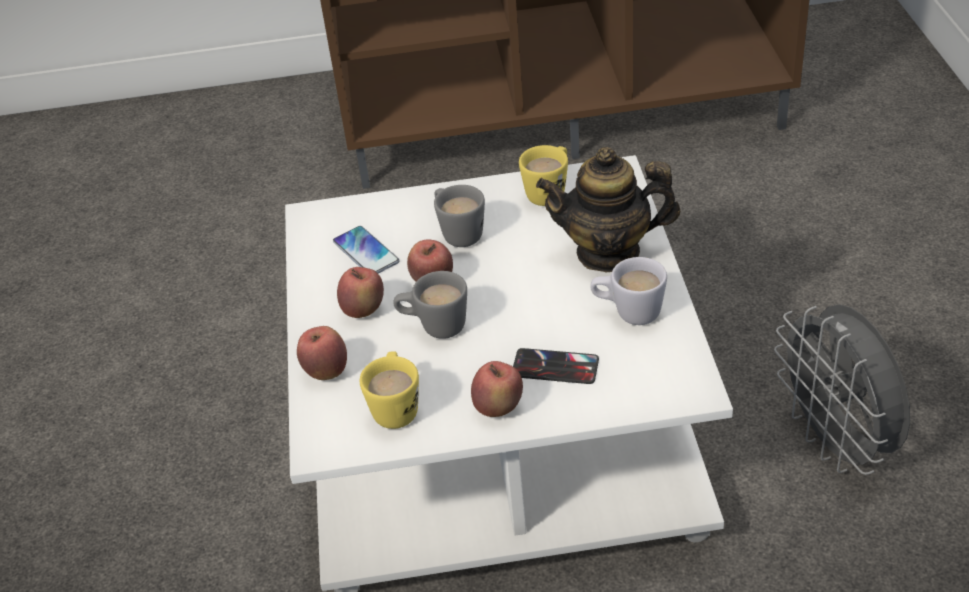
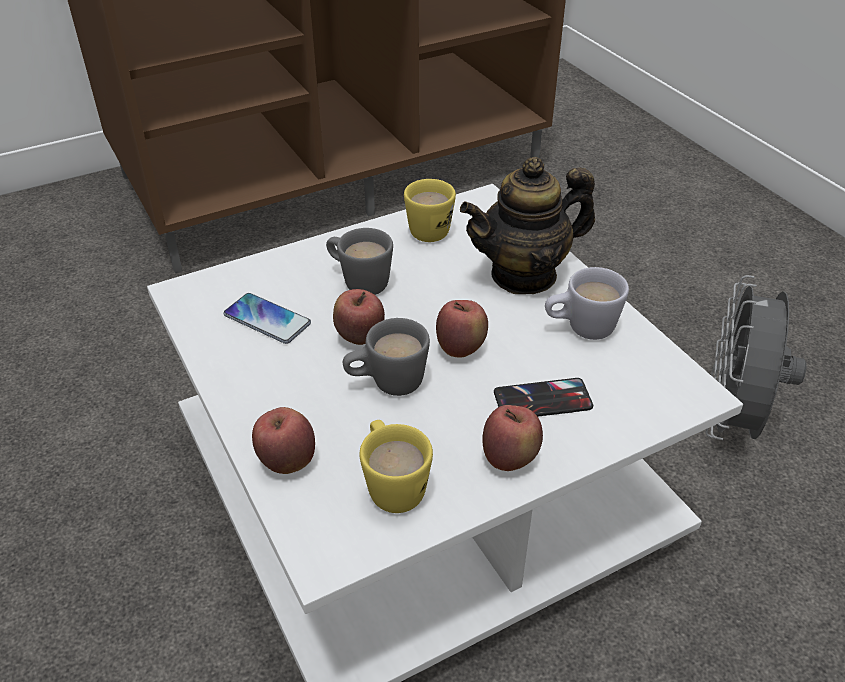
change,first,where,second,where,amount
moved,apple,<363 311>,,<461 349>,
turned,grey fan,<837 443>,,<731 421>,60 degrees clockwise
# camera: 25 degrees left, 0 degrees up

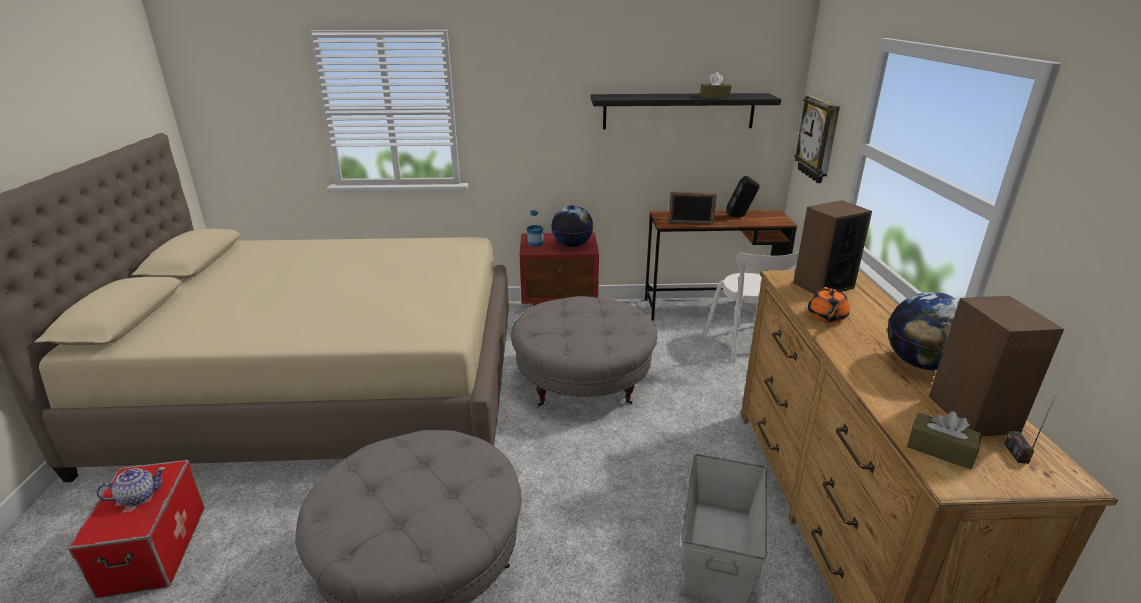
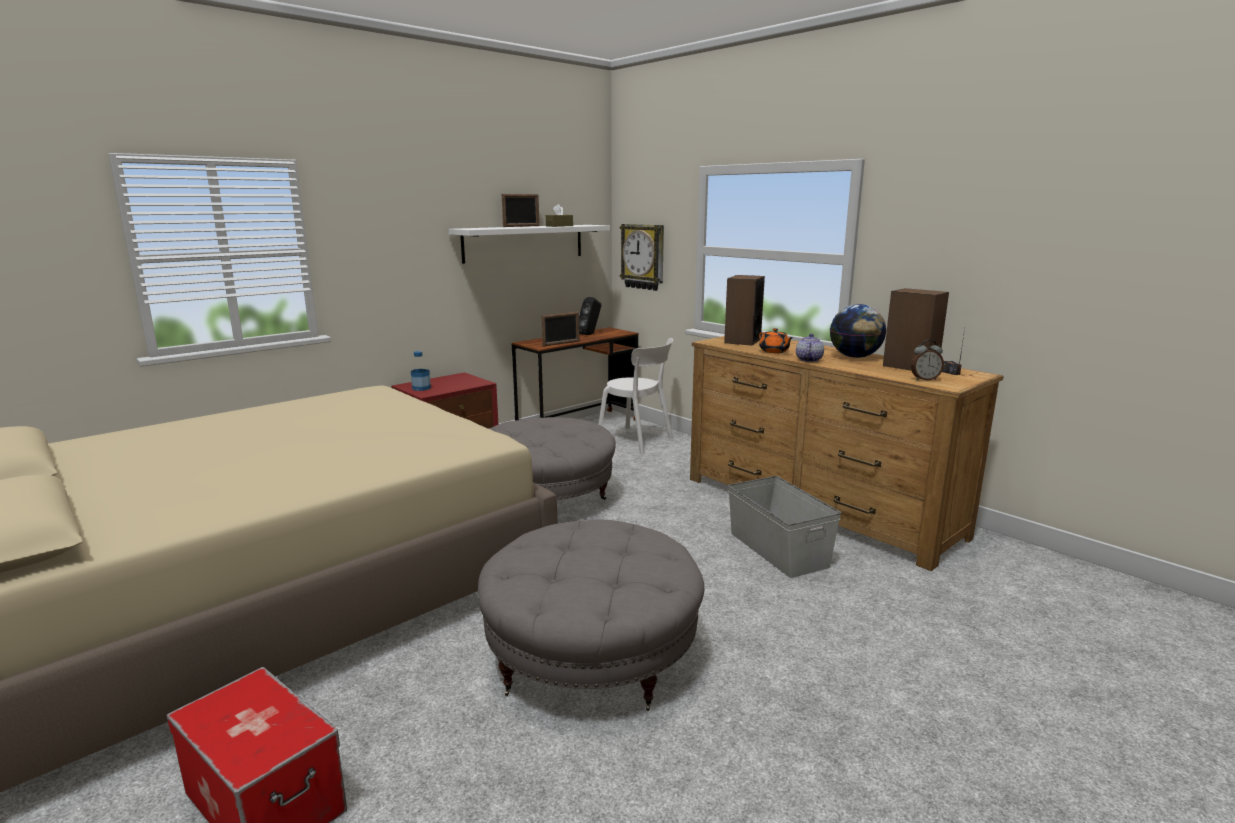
change,first,where,second,where,amount
recoloured,black shelf,<678 111>,white shelf,<524 243>,
removed,globe,<572 245>,,,
replaced,brown tissue box,<940 450>,alarm clock,<924 379>,
moved,teapot,<139 497>,,<808 360>,
added,,,picture frame,<521 226>,
# camera: 40 degrees left, 10 degrees down

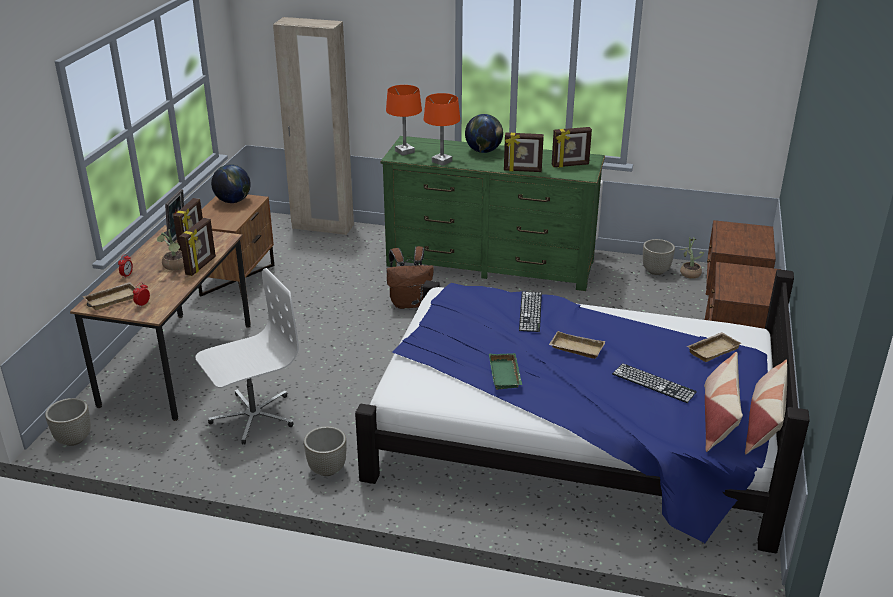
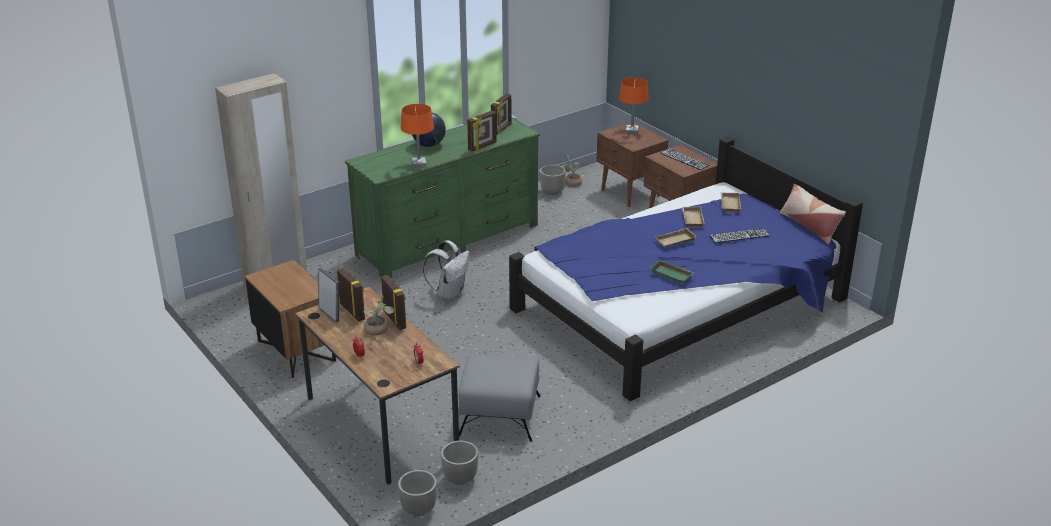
change,first,where,second,where,amount
moved,orange table lamp,<405 151>,,<632 131>,
removed,globe,<233 201>,,,
recoloured,brown backpack,<409 303>,white backpack,<449 293>,
replaced,white office chair,<253 416>,grey ottoman,<500 415>,
moved,beige tray,<112 298>,,<691 219>,
moved,keyboard,<530 311>,,<684 159>,
removed,pillow,<718 418>,,,
moved,grey planter,<326 469>,,<460 479>,
# camera: 50 degrees left, 0 degrees up

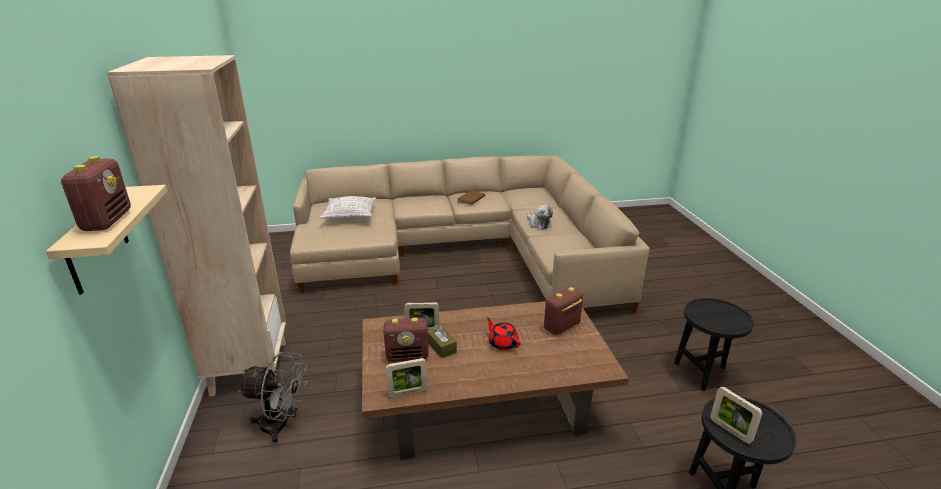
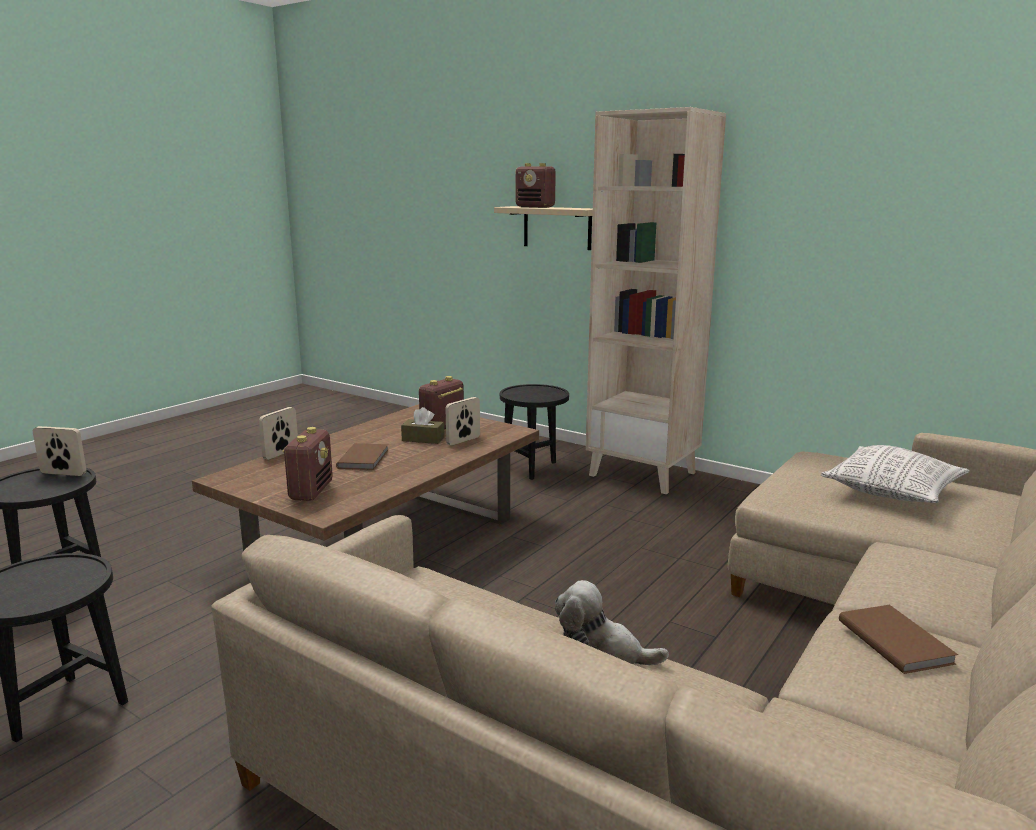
change,first,where,second,where,amount
replaced,red teapot,<502 343>,brown book,<365 459>,
replaced,grey fan,<281 425>,black side table,<533 468>,
moved,picture frame,<408 393>,,<281 453>,
# camera: 135 degrees right, 10 degrees down

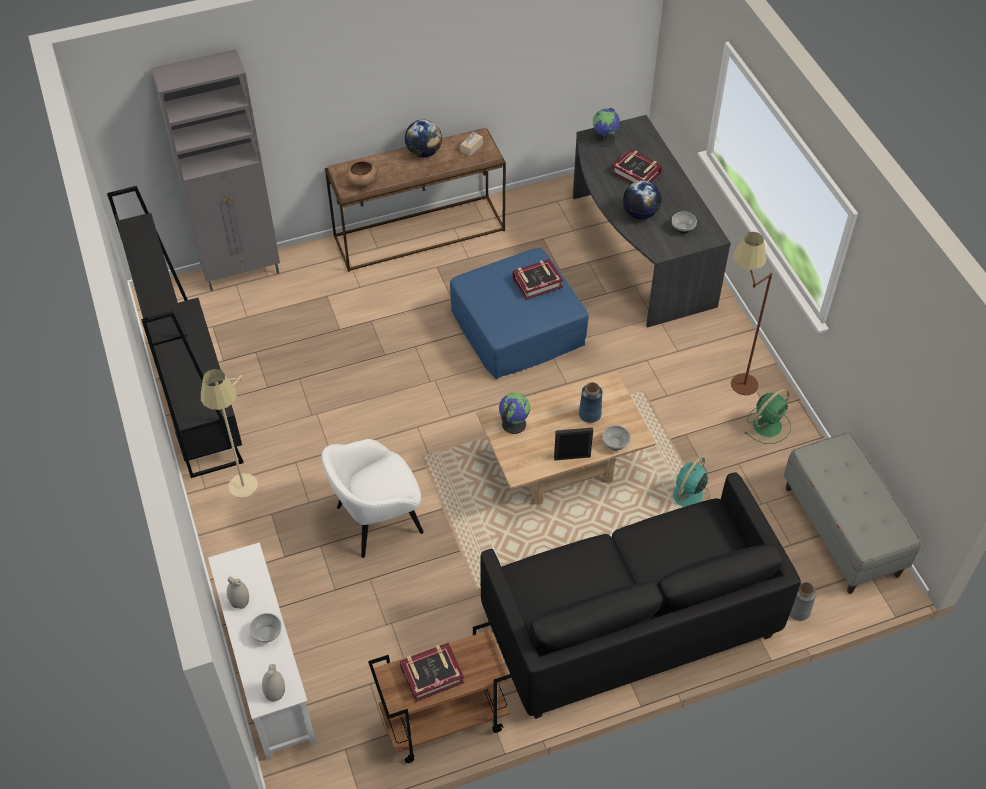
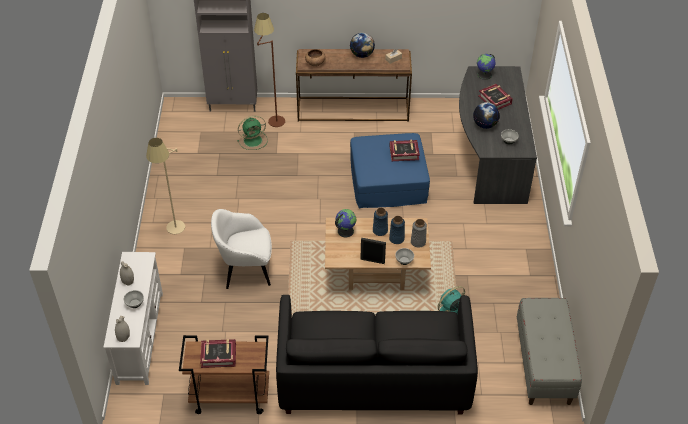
change,first,where,second,where,amount
removed,black bookcase,<199 407>,,,
moved,brown floor lamp,<732 379>,,<272 117>,
moved,green fan,<768 425>,,<253 140>,
moved,grey vase,<798 611>,,<418 242>,
added,,,blue vase,<380 231>,
# camera: 20 degrees right, 5 degrees down

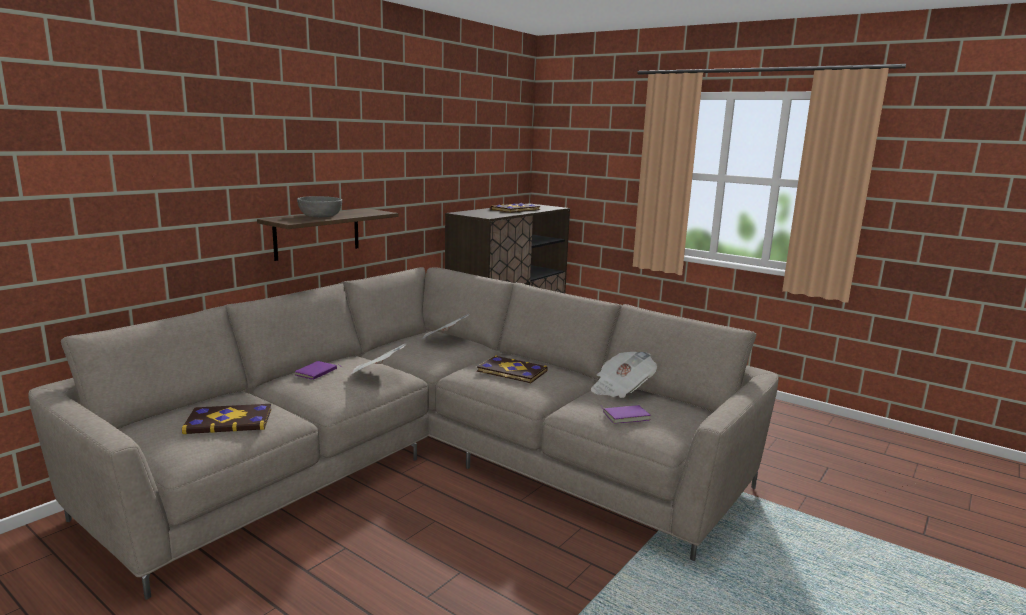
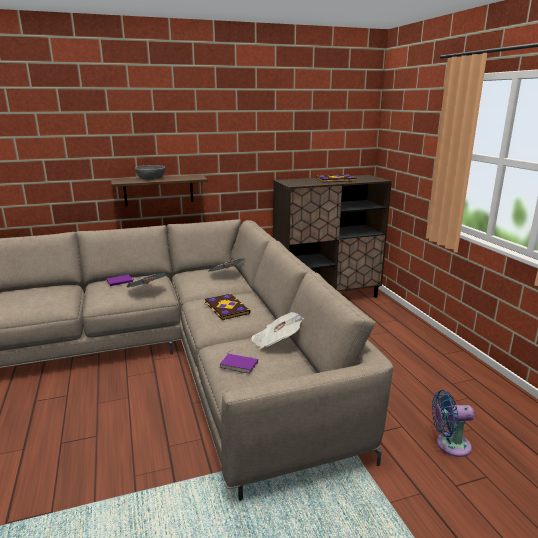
change,first,where,second,where,amount
removed,book,<229 421>,,,
added,,,blue fan,<449 445>,
# camera: 35 degrees right, 5 degrees up

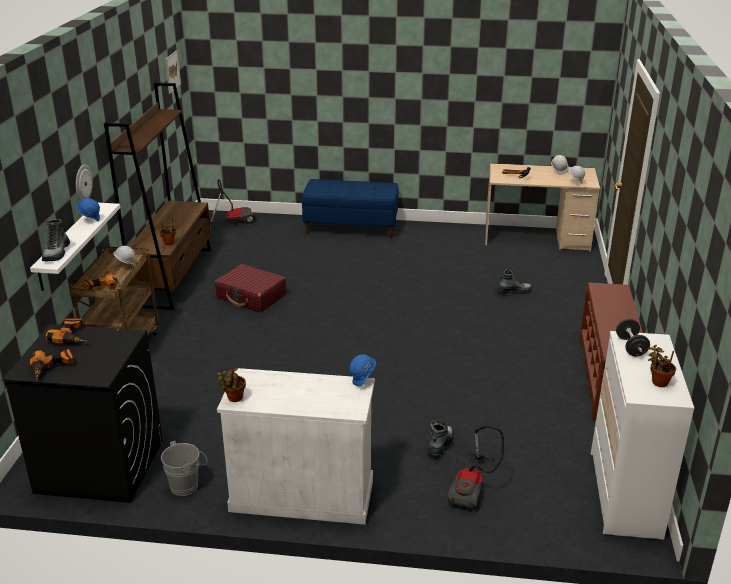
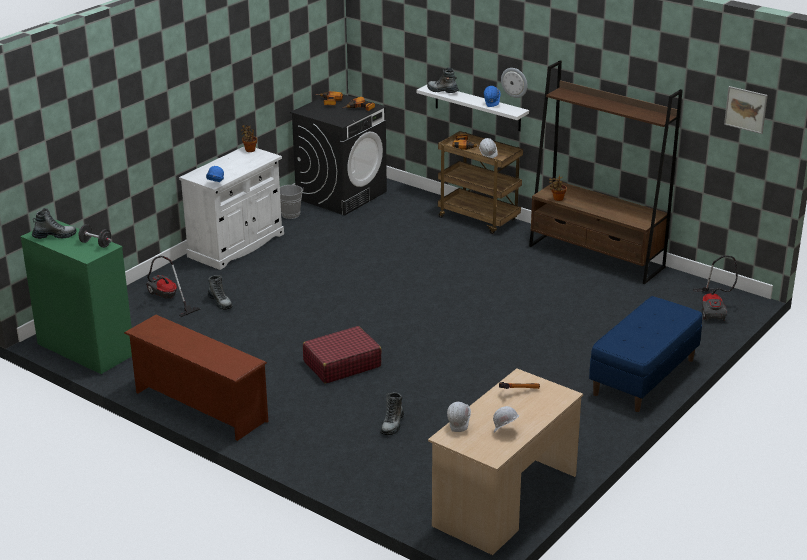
change,first,where,second,where,amount
moved,red suitcase,<251 296>,,<341 364>,
recoloured,white dresser,<624 494>,green dresser,<86 350>,
replaced,potted plant,<658 382>,boot,<54 236>,
# camera: 120 degrees right, 0 degrees up

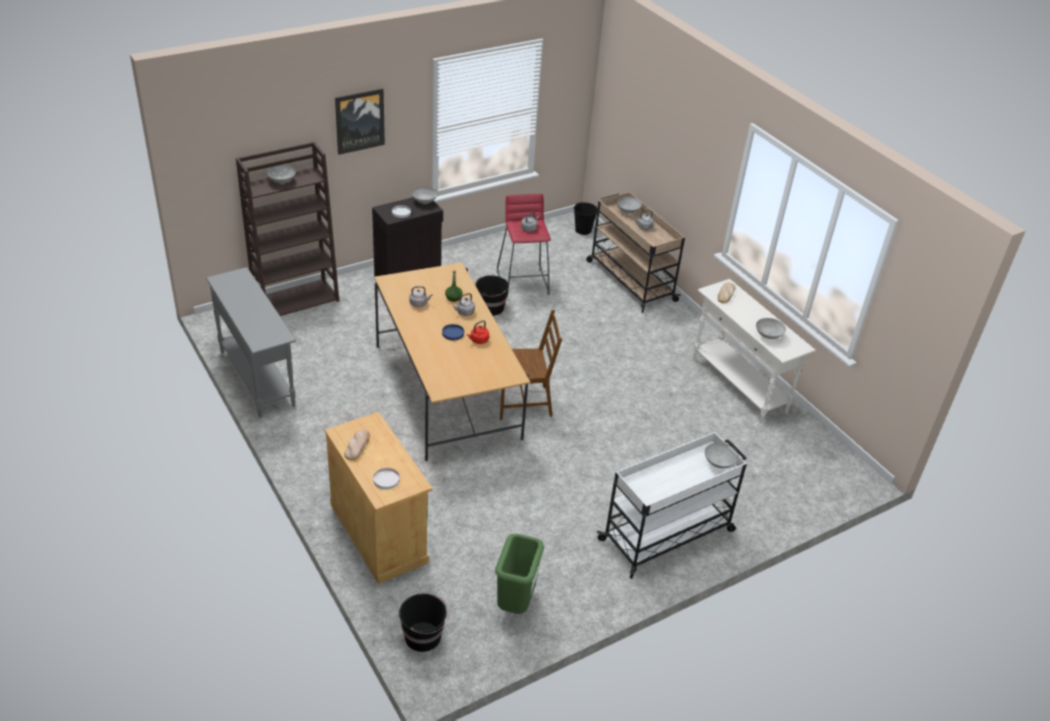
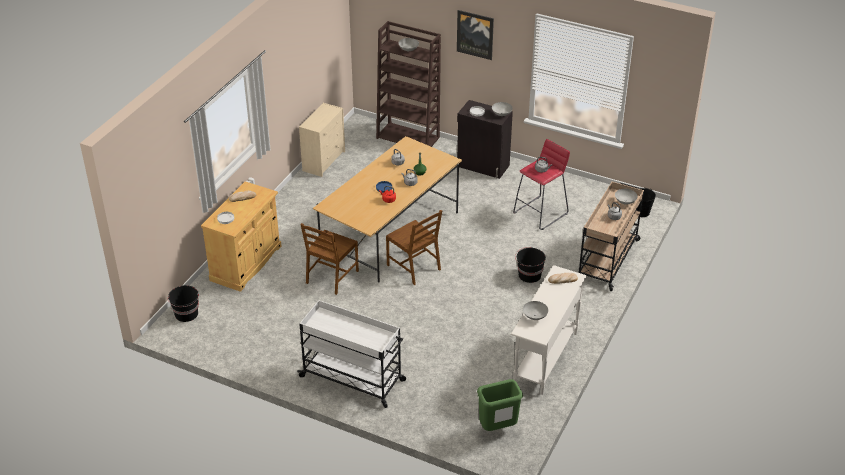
change,first,where,second,where,amount
replaced,grey console table,<257 378>,beige dresser,<324 161>,
moved,black bucket,<490 308>,,<529 275>,
removed,grey bowl,<719 463>,,,
moved,green trash can,<516 603>,,<497 428>,
added,,,brown chair,<331 277>,
# camera: 60 degrees right, 0 degrees up

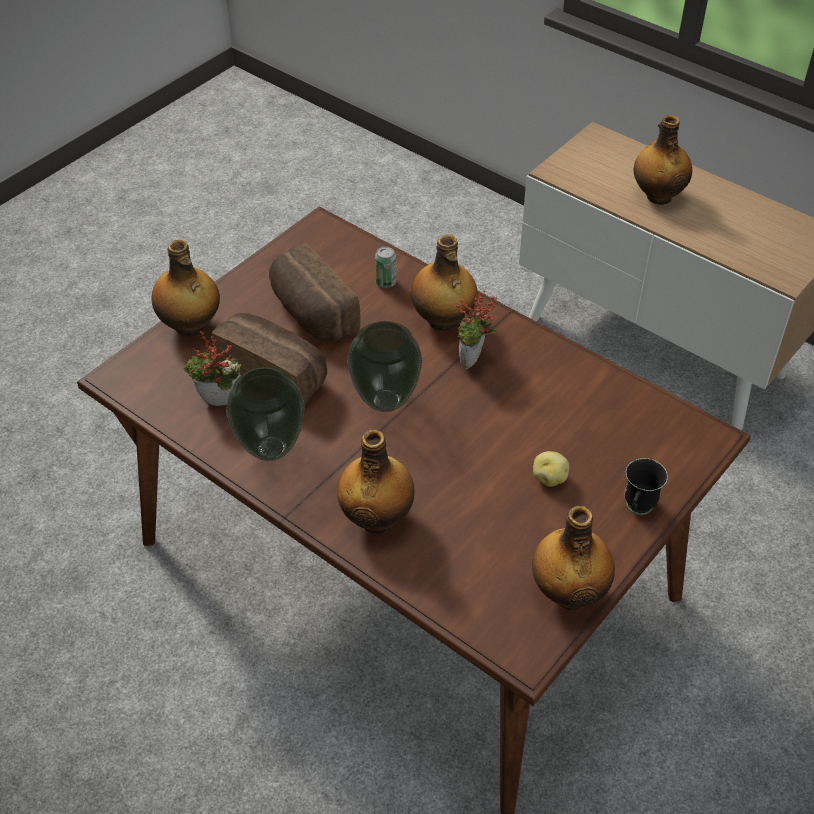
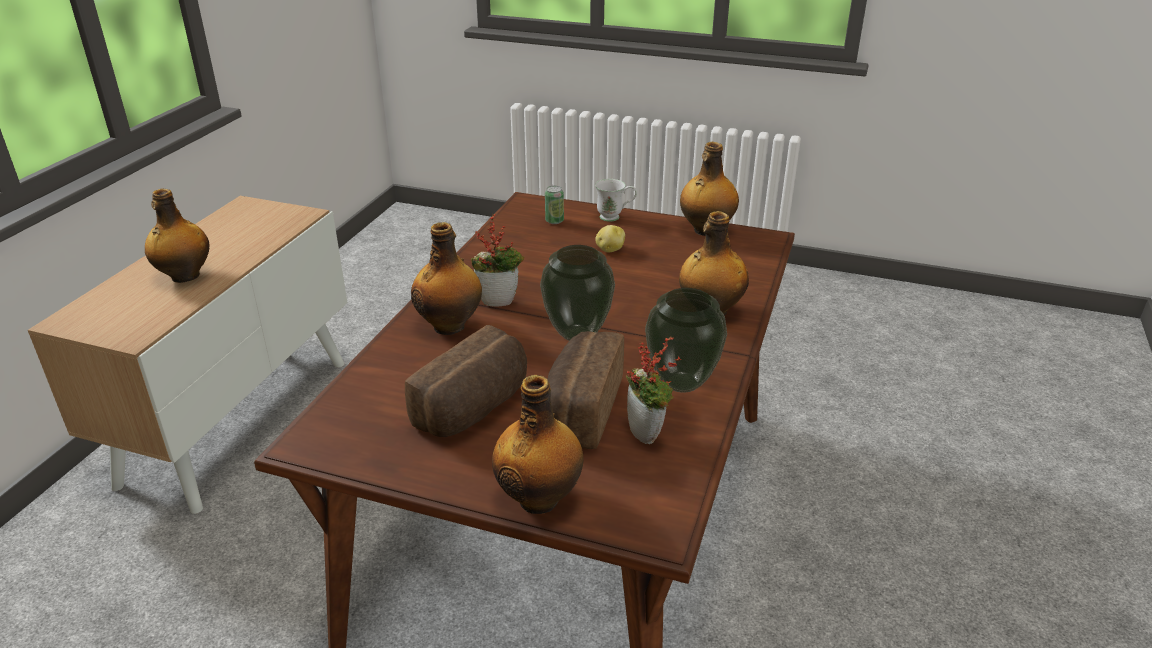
change,first,where,second,where,amount
moved,can,<386 282>,,<554 221>,
recoloured,black mug,<637 509>,white mug,<615 217>,
# camera: 110 degrees left, 15 degrees down

